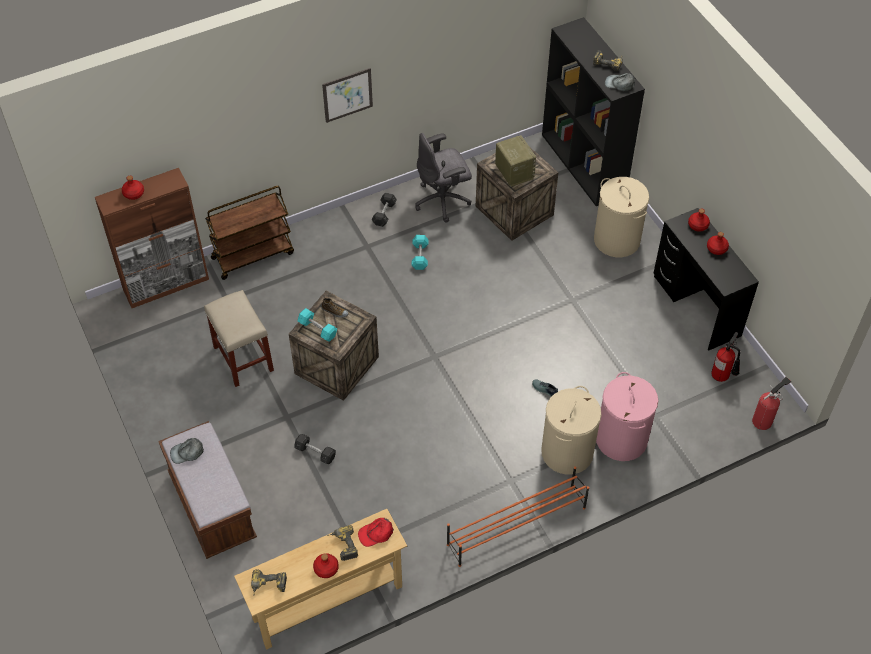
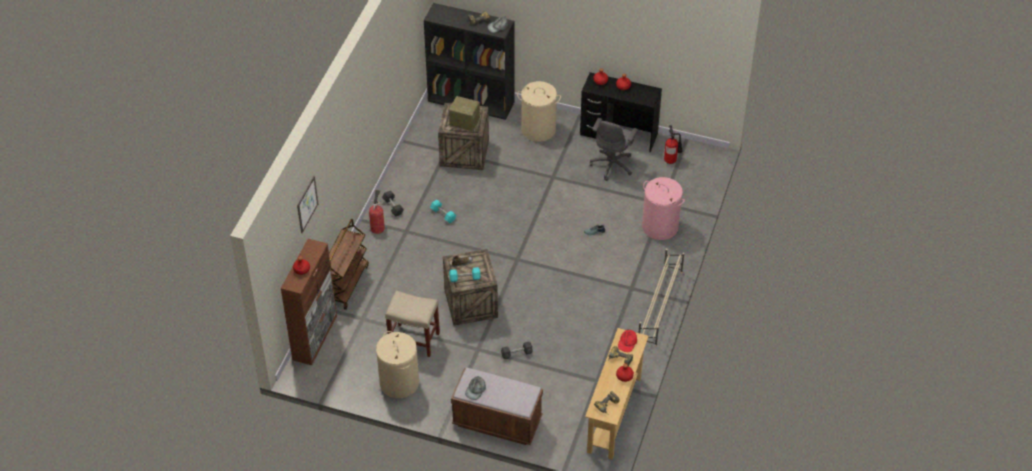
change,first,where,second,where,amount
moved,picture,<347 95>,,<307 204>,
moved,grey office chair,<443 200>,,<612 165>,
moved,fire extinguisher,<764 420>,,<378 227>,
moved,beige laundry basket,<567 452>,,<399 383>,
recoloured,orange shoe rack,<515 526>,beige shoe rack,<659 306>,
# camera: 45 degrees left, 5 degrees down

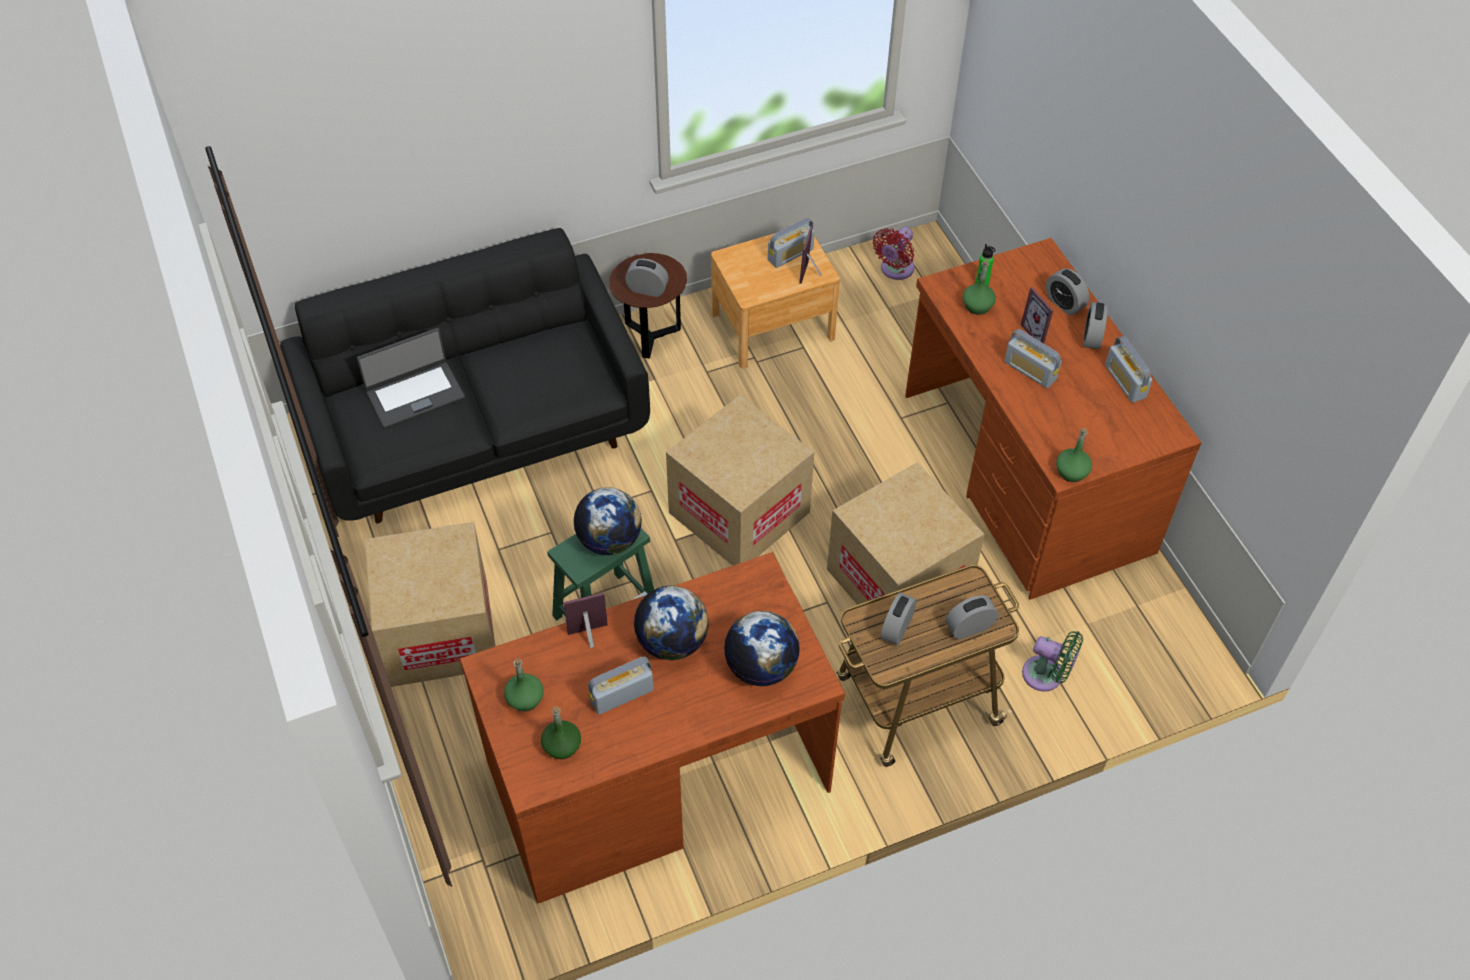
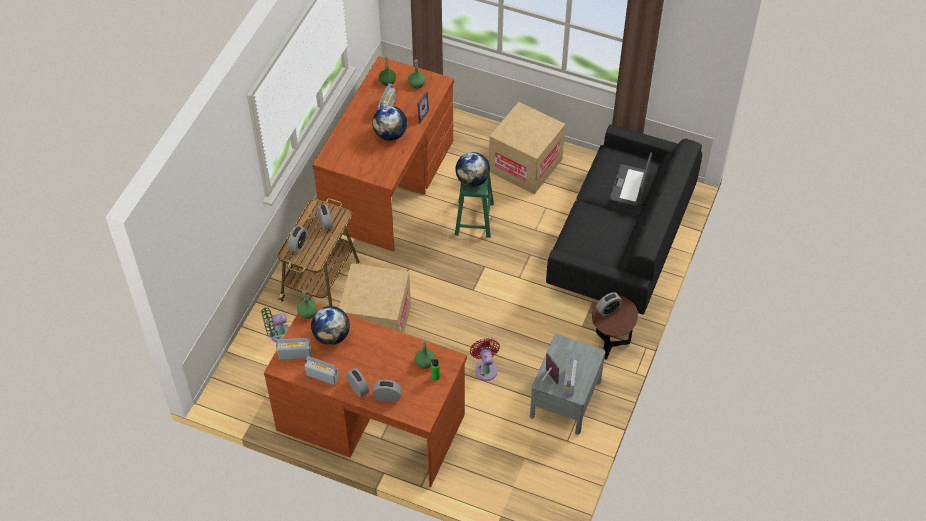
change,first,where,second,where,amount
moved,red fan,<895 270>,,<485 368>,
recoloured,brown nightstand,<772 326>,grey nightstand,<565 398>,
removed,picture frame,<1039 332>,,,
moved,radio,<1030 371>,,<294 354>,
removed,cardboard box,<739 512>,,,
moved,globe,<761 667>,,<331 336>,
# camera: 135 degrees right, 0 degrees up

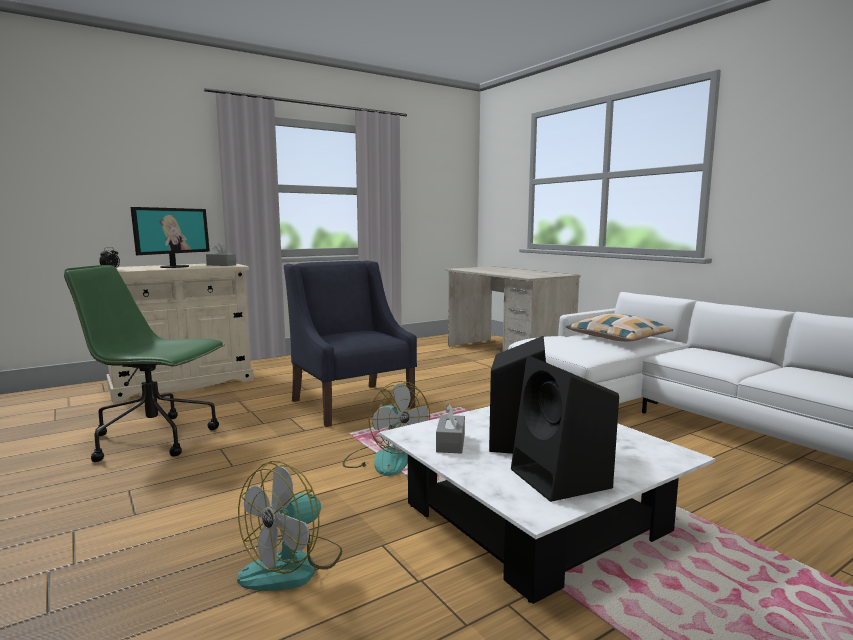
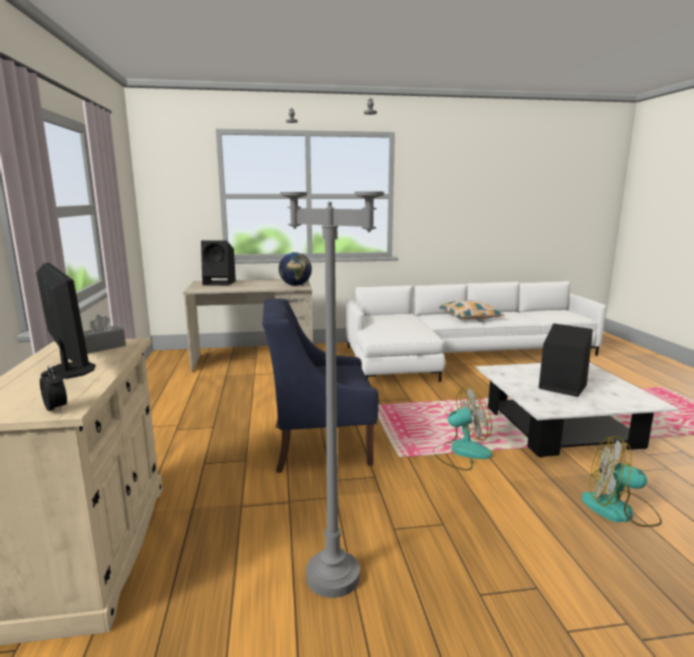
change,first,where,second,where,amount
replaced,green office chair,<156 439>,grey floor lamp,<332 576>,
moved,pillow,<618 338>,,<469 317>,
moved,black speaker,<562 479>,,<220 283>,
removed,grey tissue box,<450 443>,,,
turned,fan,<293 566>,,<619 510>,135 degrees clockwise
added,,,globe,<295 285>,
# camera: 65 degrees left, 5 degrees up

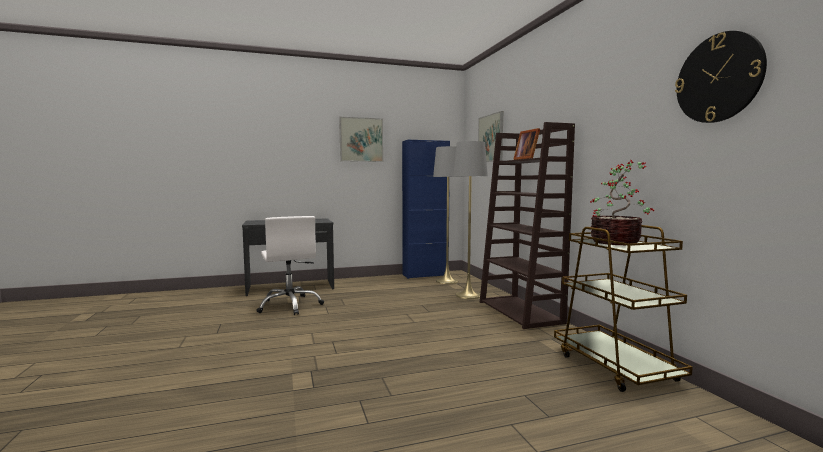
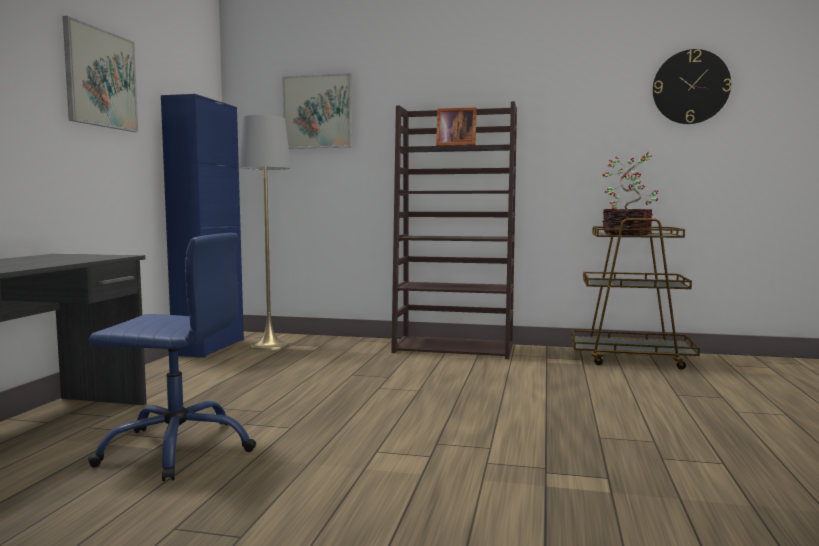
change,first,where,second,where,amount
removed,grey floor lamp,<468 295>,,,
recoloured,white office chair,<290 305>,blue office chair,<178 448>,
# camera: 60 degrees left, 0 degrees up

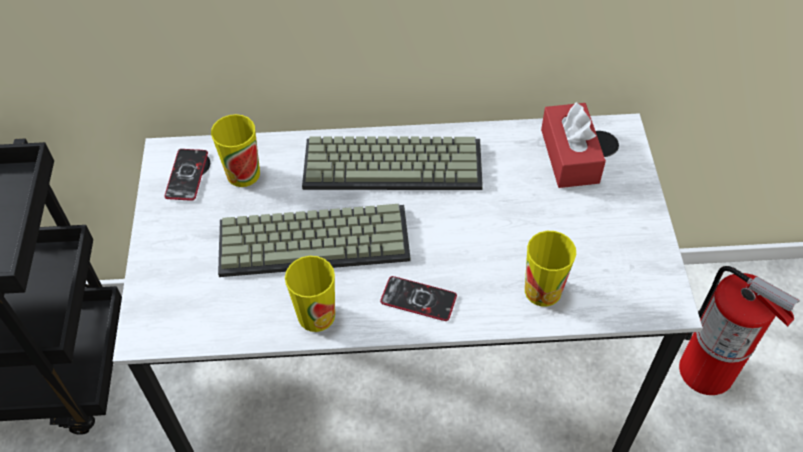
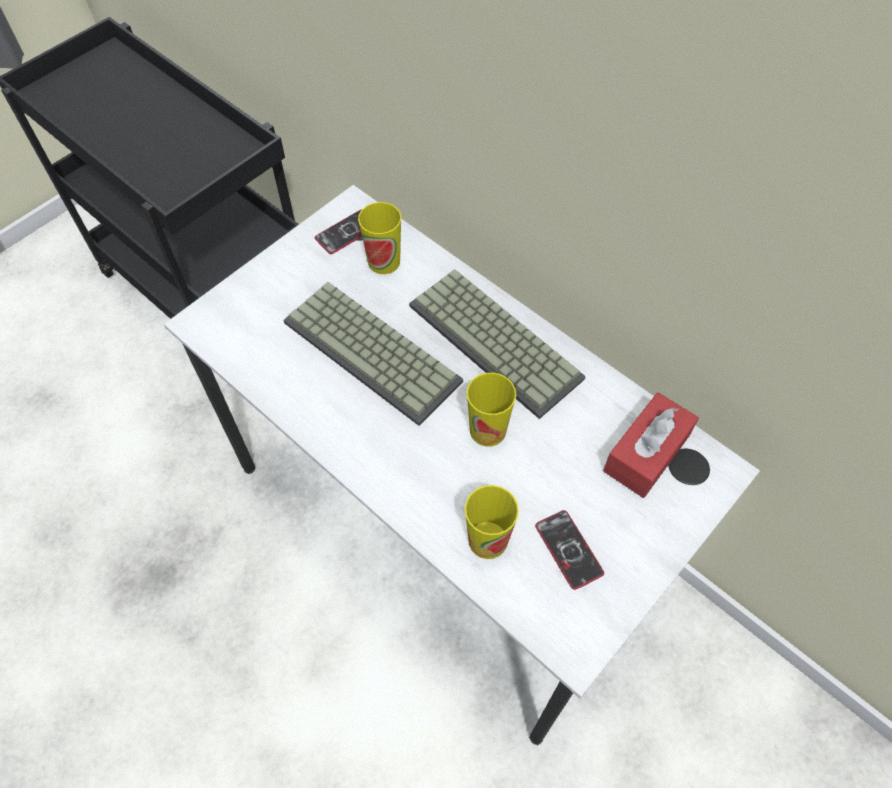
change,first,where,second,where,amount
moved,cup,<316 315>,,<488 430>,
removed,fire extinguisher,<707 371>,,,
moved,phone,<418 299>,,<568 549>,
# camera: 45 degrees right, 5 degrees up

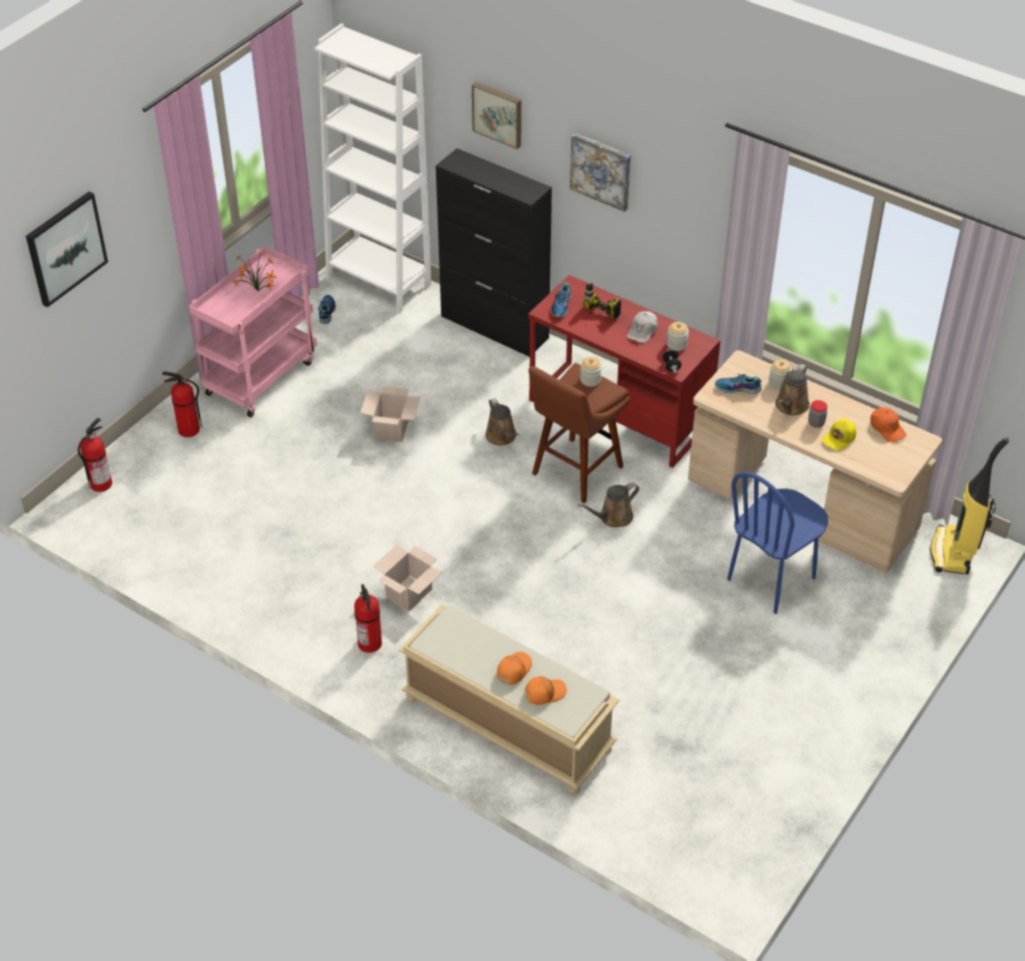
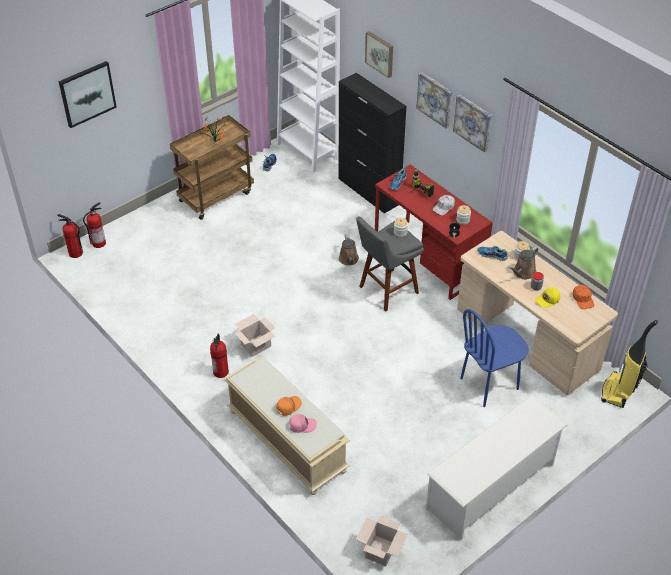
change,first,where,second,where,amount
recoloured,pink cart,<261 376>,brown cart,<216 196>,
recoloured,brown stool,<574 473>,grey stool,<386 291>,
moved,fire extinguisher,<188 430>,,<75 253>,
moved,cardboard box,<392 429>,,<381 552>,
removed,brown watering can,<613 517>,,,
recoloured,orange cap,<544 692>,pink cap,<302 425>,
added,,,picture,<473 122>,
added,,,white shoe rack,<491 486>,
# camera: 15 degrees right, 0 degrees up

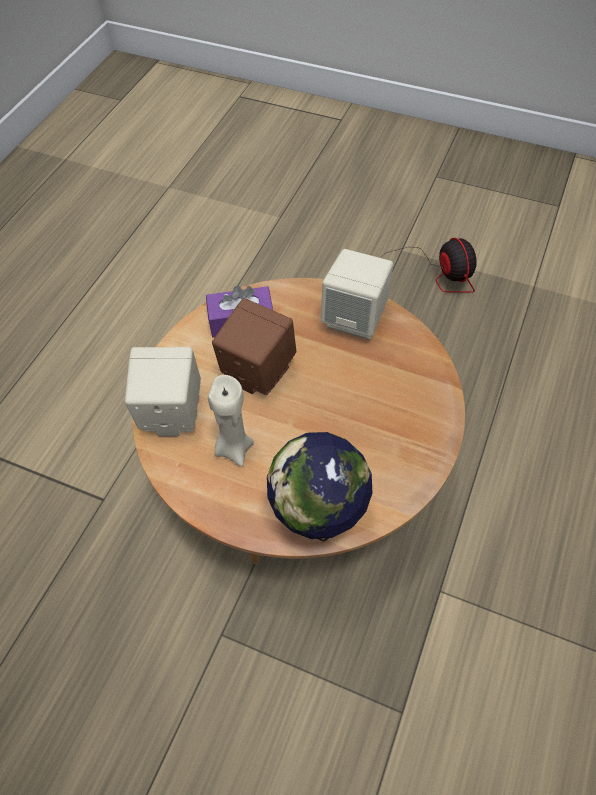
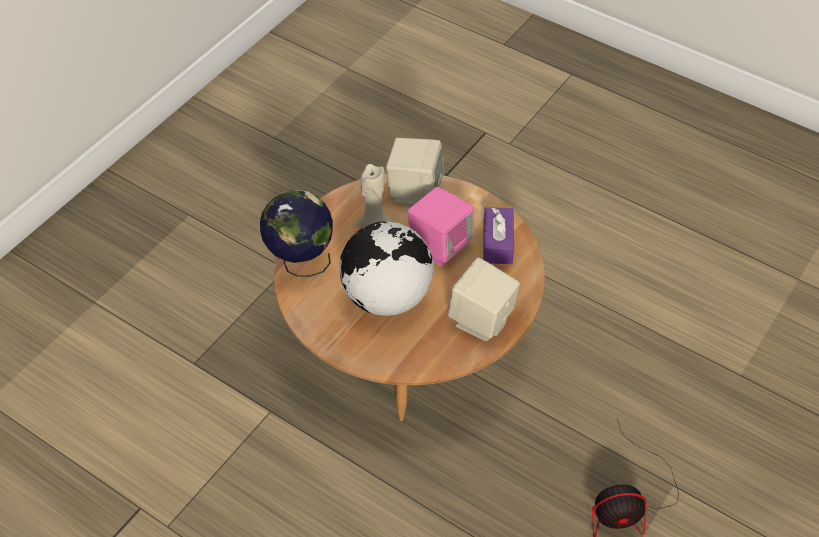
change,first,where,second,where,amount
recoloured,brown speaker,<257 372>,pink speaker,<440 246>,
added,,,globe,<386 297>,
# camera: 100 degrees right, 5 degrees down

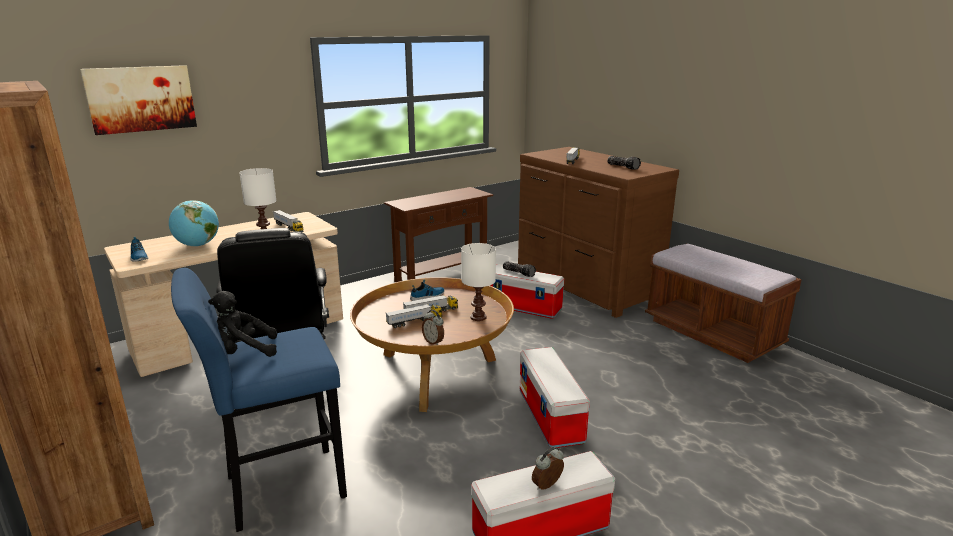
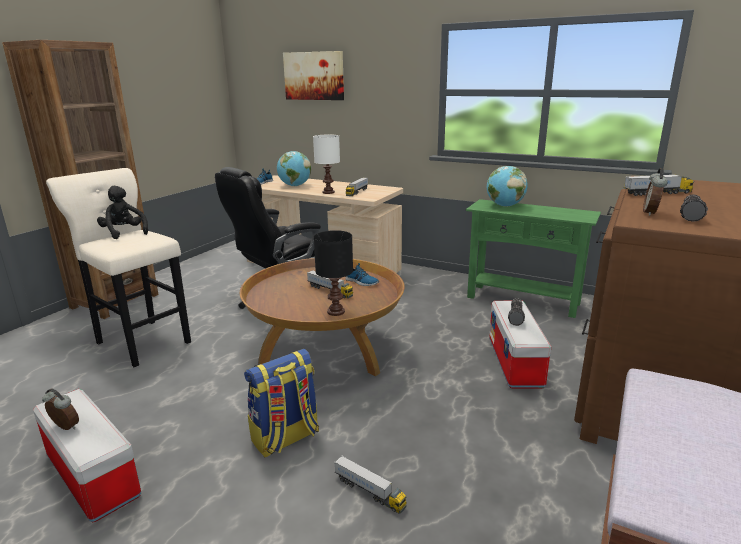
change,first,where,second,where,amount
recoloured,brown console table,<441 276>,green console table,<522 300>,
recoloured,white table lamp,<478 317>,black table lamp,<336 311>,
recoloured,blue stool,<278 488>,beige stool,<141 341>,
moved,toy truck,<414 321>,,<369 492>,
moved,alarm clock,<434 342>,,<651 213>,
replaced,storage box,<551 416>,backpack,<285 438>,
added,,,globe,<504 206>,
# camera: 65 degrees right, 0 degrees up

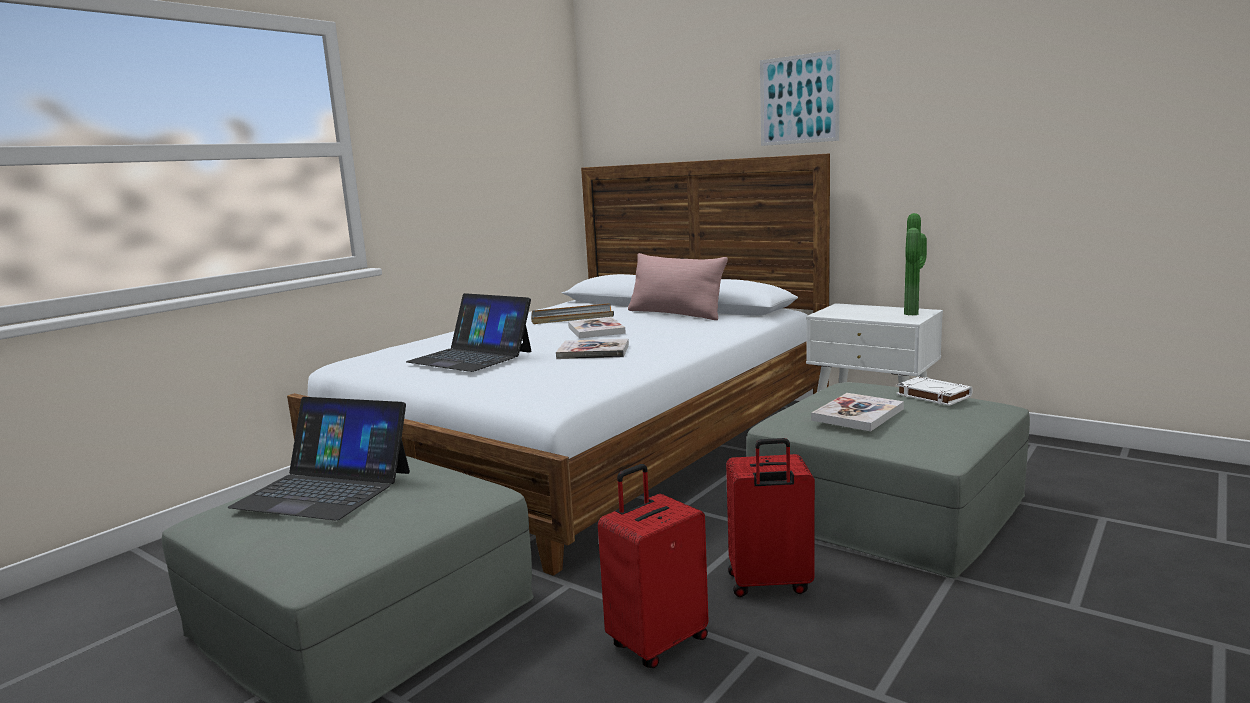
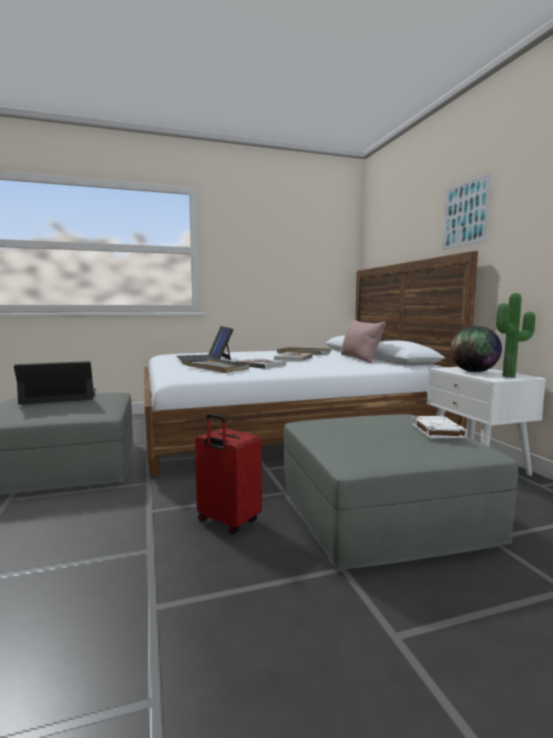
change,first,where,second,where,amount
removed,book,<858 414>,,,
turned,laptop,<325 489>,,<60 396>,105 degrees clockwise
removed,red suitcase,<657 642>,,,
added,,,globe,<474 372>,
added,,,grey tray,<215 368>,
# camera: 35 degrees right, 5 degrees down

